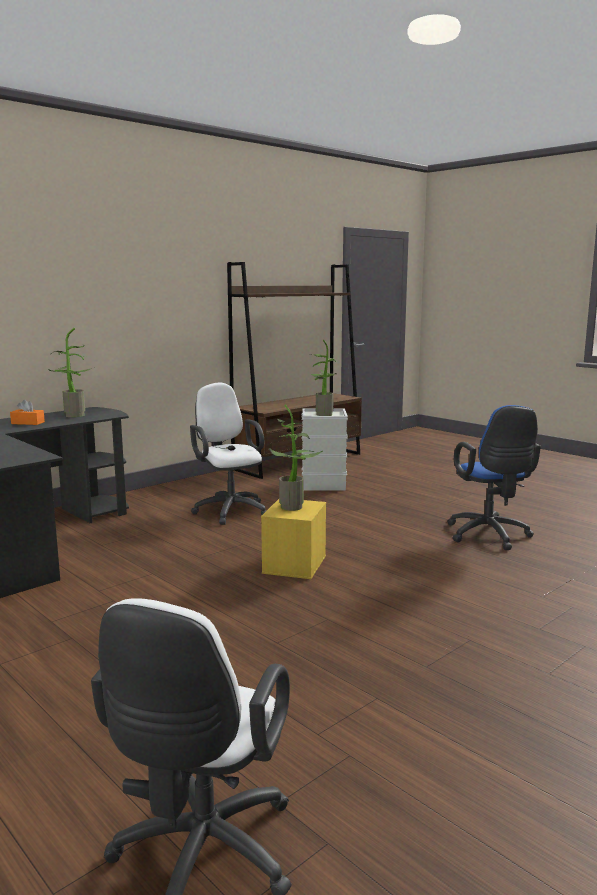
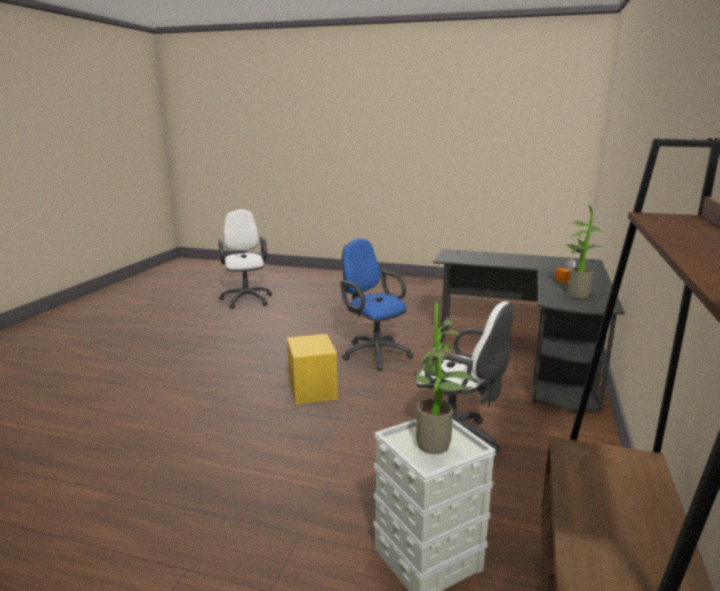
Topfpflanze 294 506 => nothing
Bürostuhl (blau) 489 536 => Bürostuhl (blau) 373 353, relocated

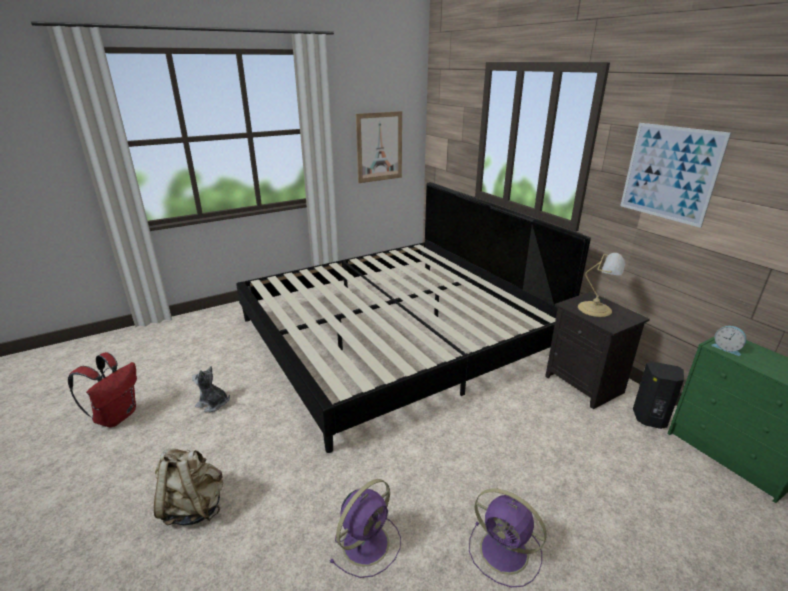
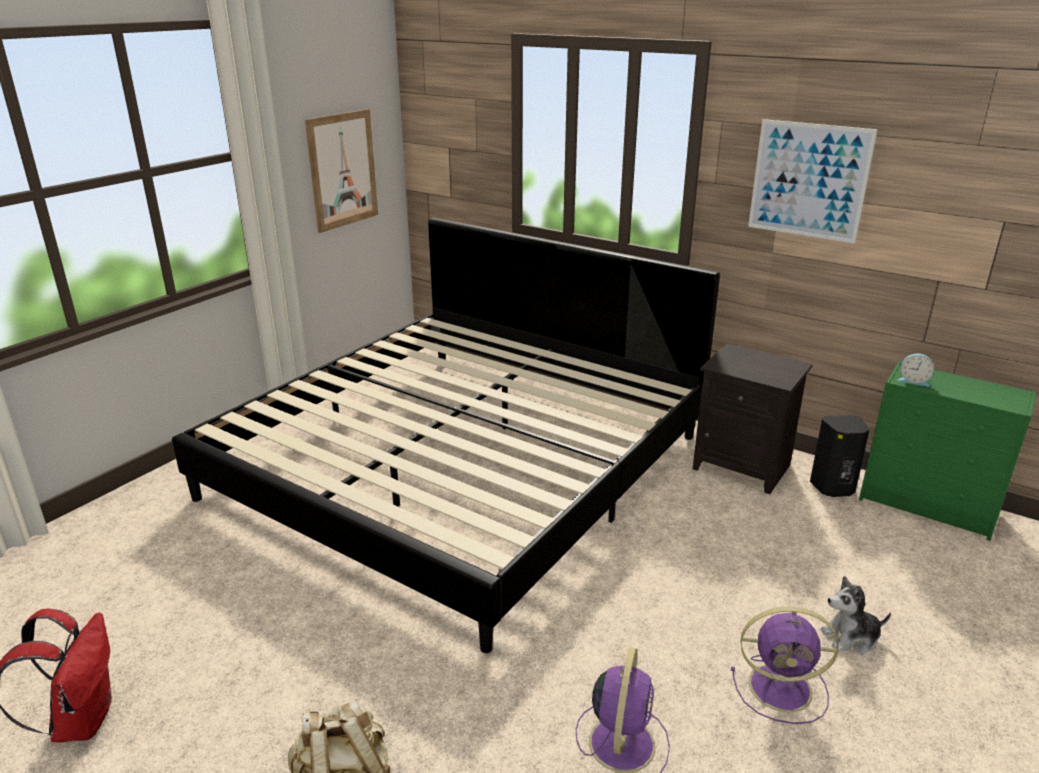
Tischlampe 596 309 => nothing
Plüschtier 213 404 => Plüschtier 851 638, relocated

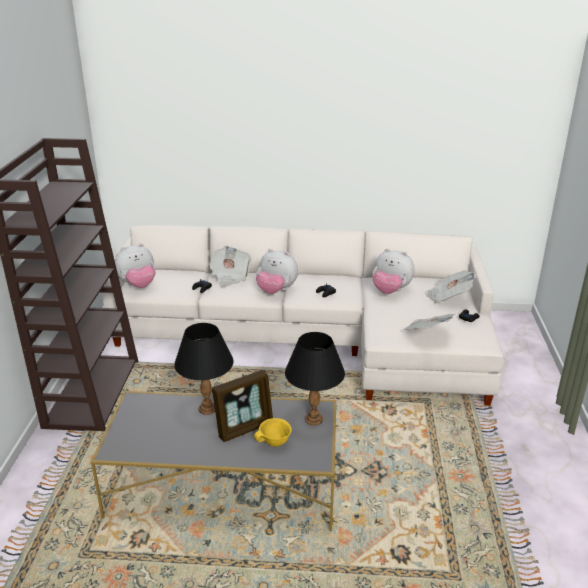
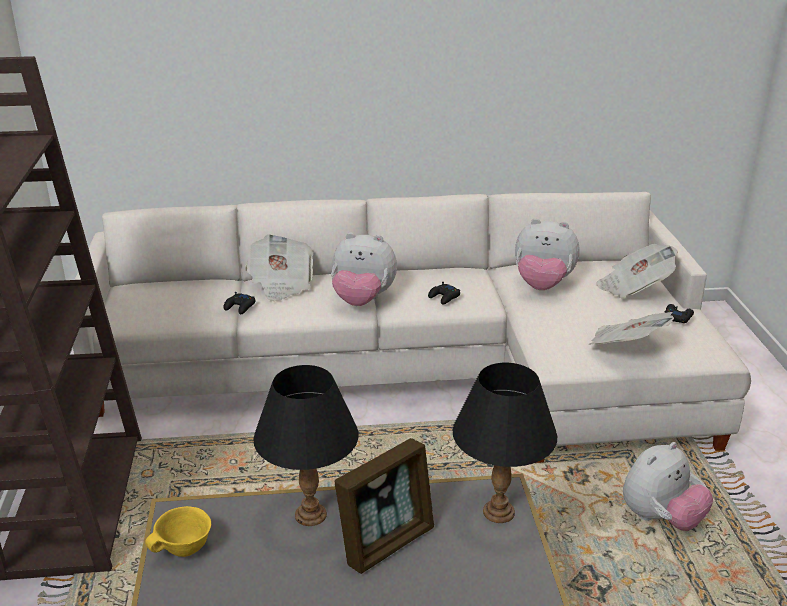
Plüschtier 138 285 => Plüschtier 660 519, relocated
Schüssel (gelb) 274 443 => Schüssel (gelb) 184 550, relocated

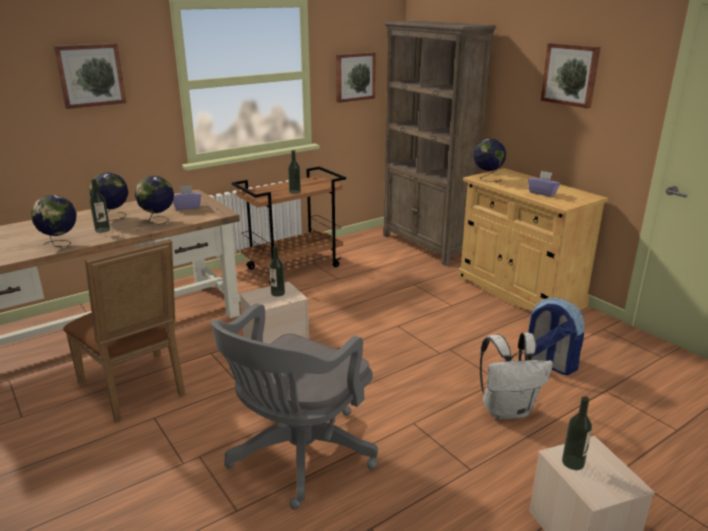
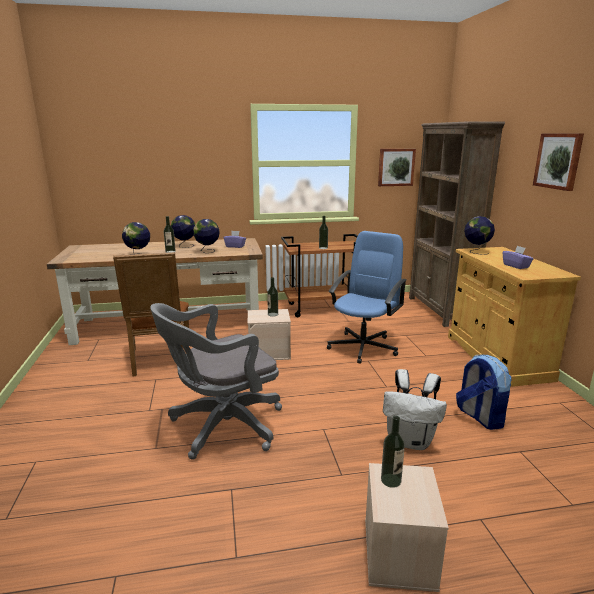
Bild 90 75 => nothing
nothing => Bürostuhl (blau) 363 347

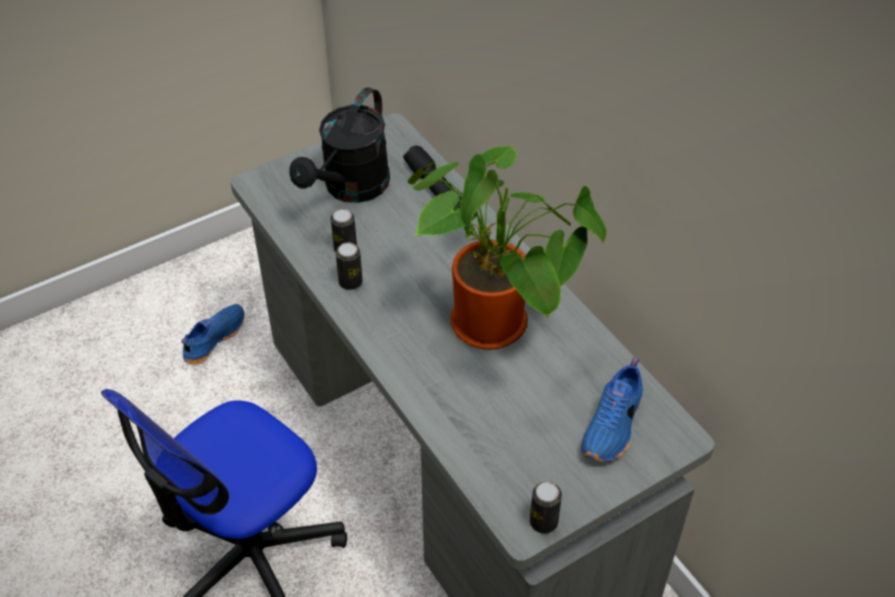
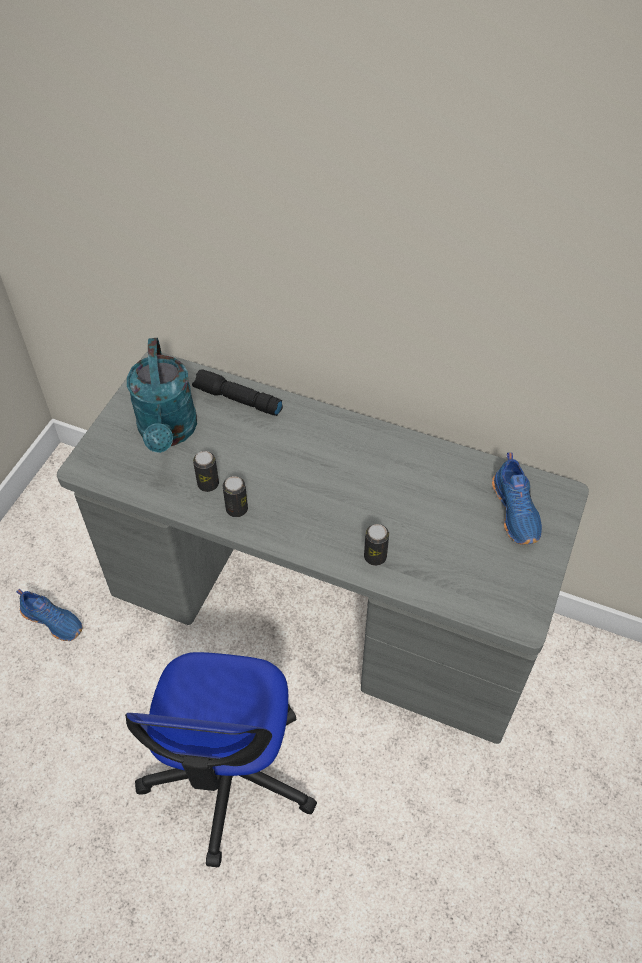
Topfpflanze 497 327 => nothing
Dose 543 522 => Dose 375 556, relocated
Gießkanne (schwarz) 350 189 => Gießkanne (türkis) 168 432
Schuh (blau) 213 338 => Schuh (blau) 54 620, 120 degrees clockwise

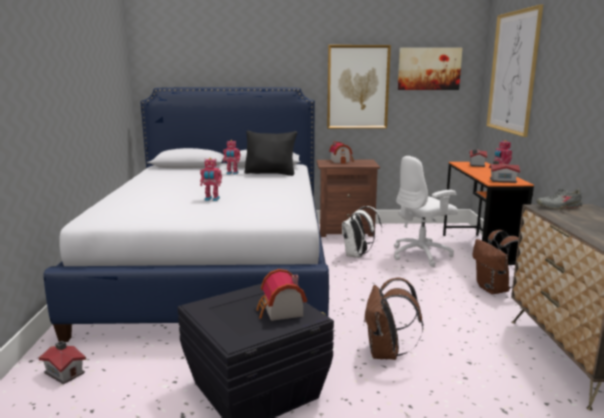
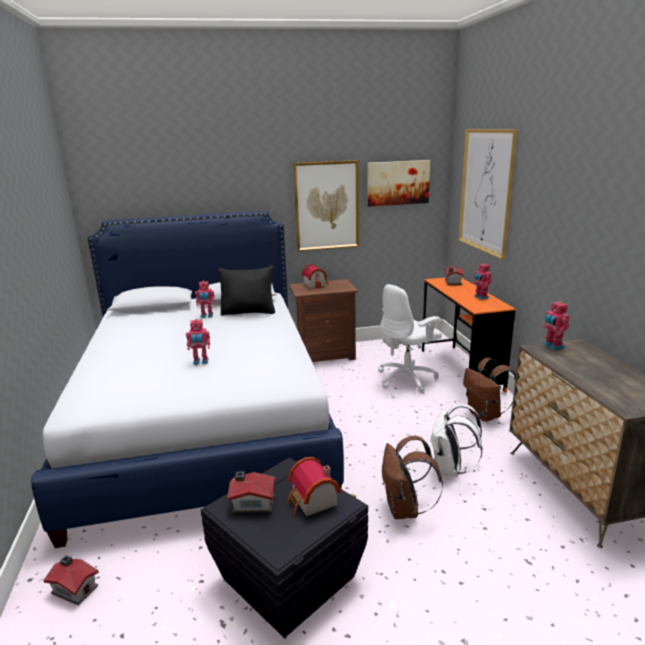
Rucksack (weiß) 357 255 => Rucksack (weiß) 450 469, relocated
Spielzeughaus 502 180 => Spielzeughaus 252 503, relocated
Schuh (grau) 558 207 => Spielzeugroboter 552 346

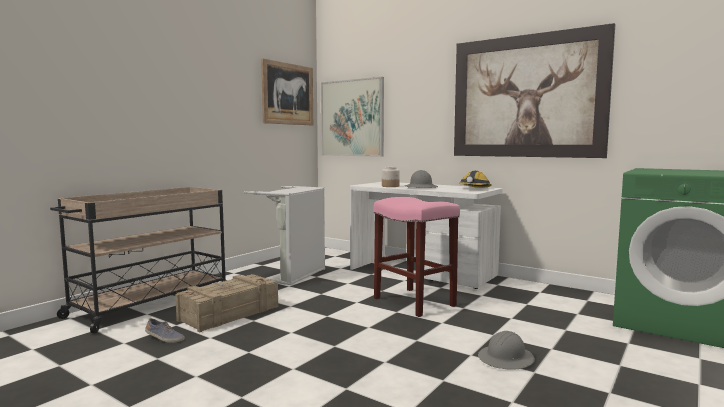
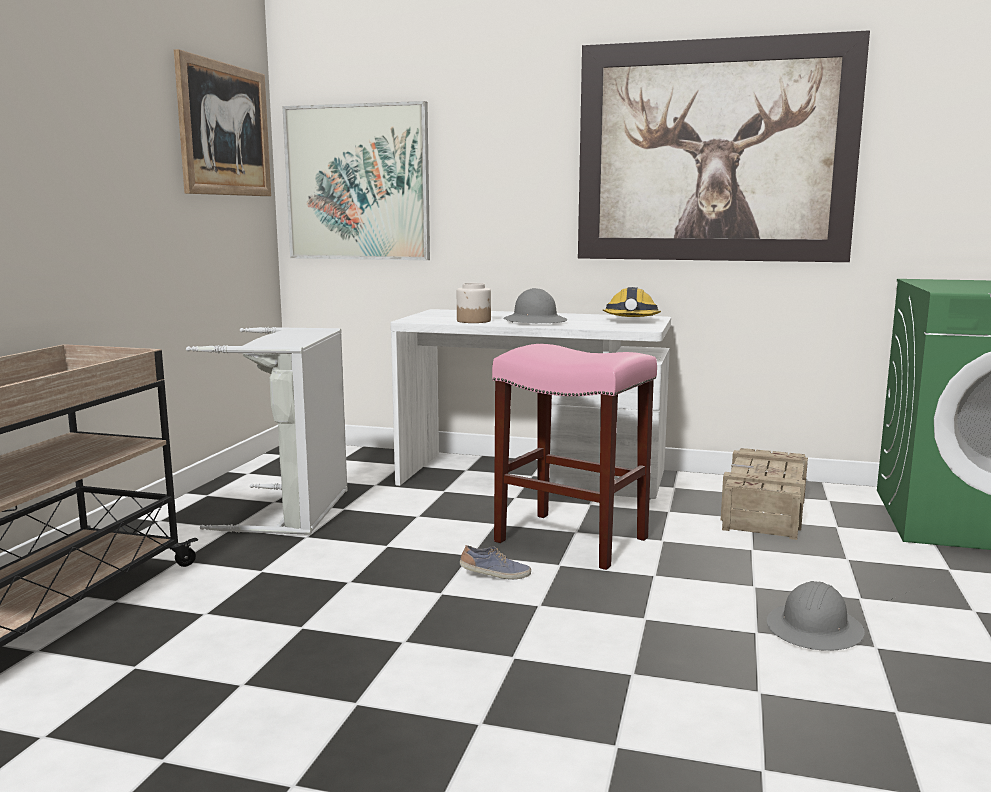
Schuh 164 338 => Schuh 495 575, relocated
Kiste 228 313 => Kiste 763 510, relocated

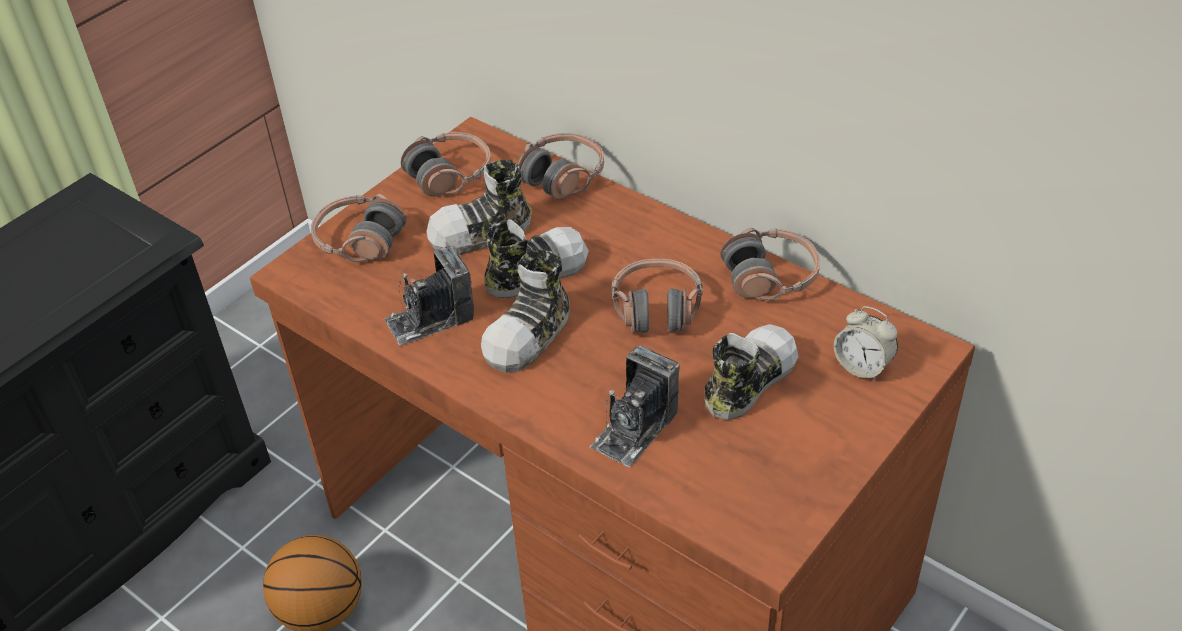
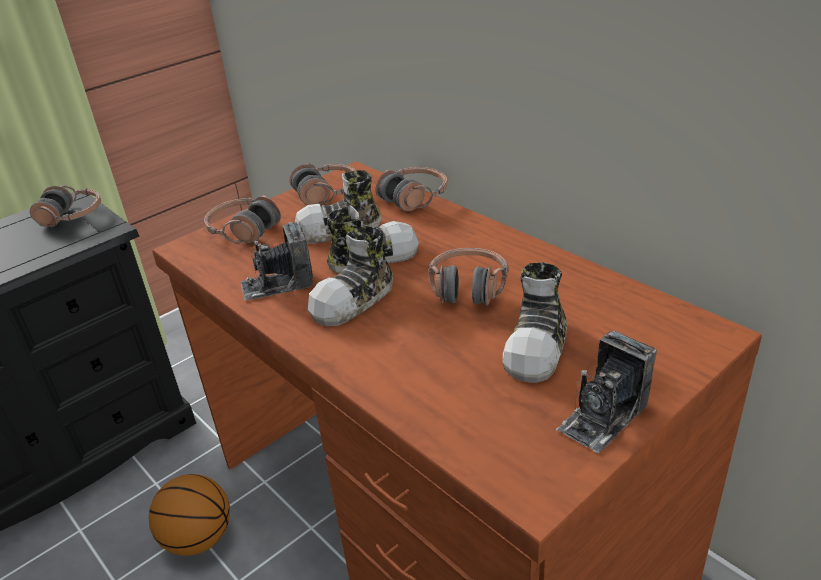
Wecker 862 366 => nothing
Kamera 635 429 => Kamera 603 417, relocated
Kopfhörer 770 277 => Kopfhörer 72 217, relocated
Schuh 747 381 => Schuh 538 347, 150 degrees clockwise

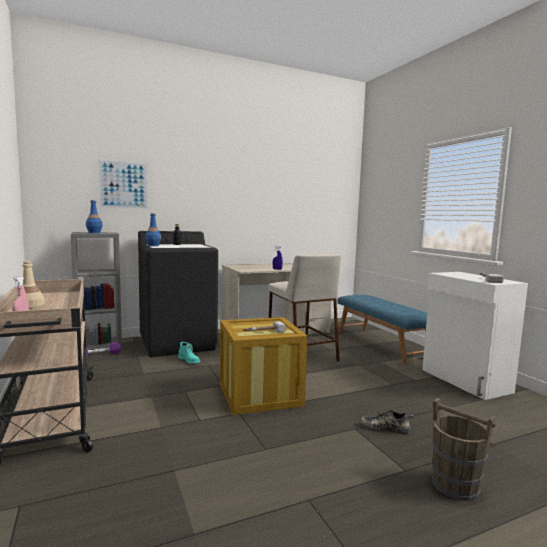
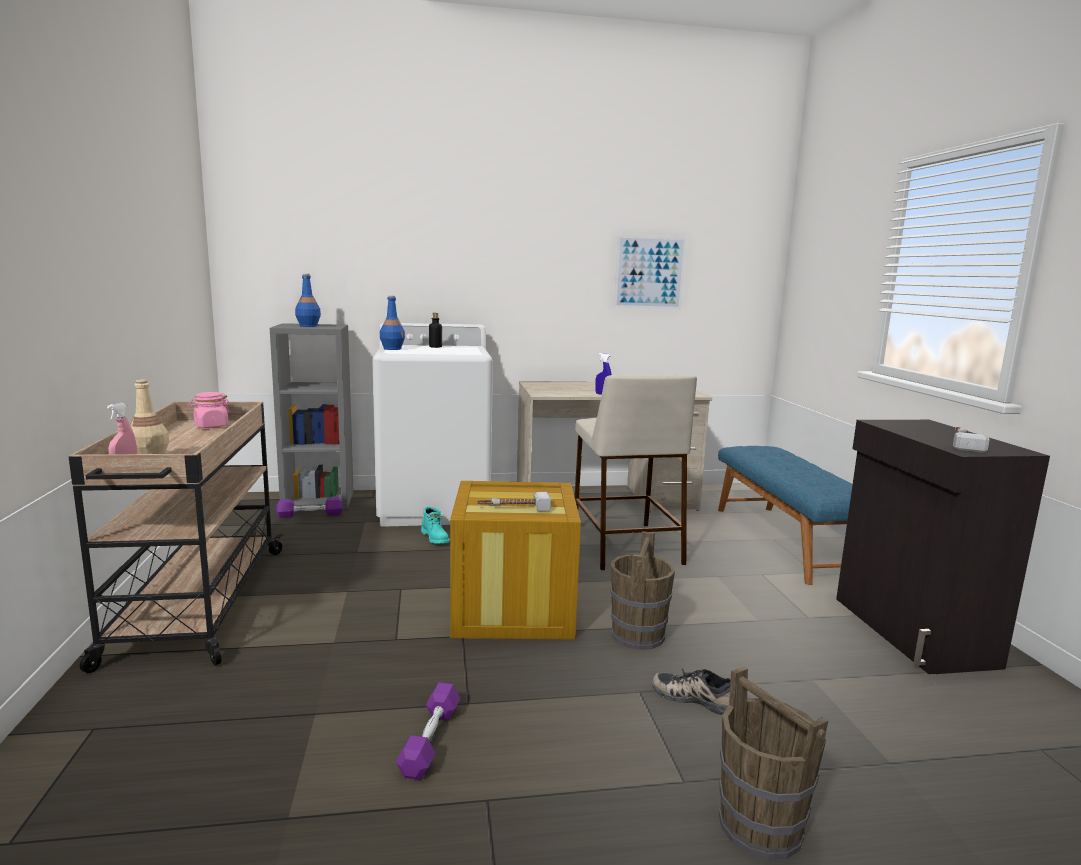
nothing => Vorratsglas (rosa) 211 426
nothing => Hantel (lila) 430 740
nothing => Eimer (braun) 638 635
Bild 123 185 => Bild 649 272, relocated
Waschmaschine (schwarz) 178 343 => Waschmaschine (weiß) 434 506
Schrank (weiß) 465 381 => Schrank (schwarz) 911 631

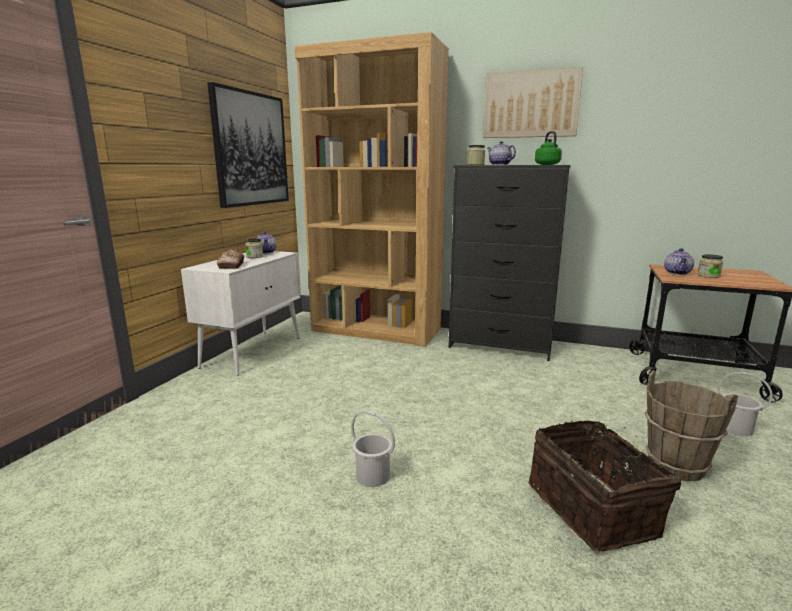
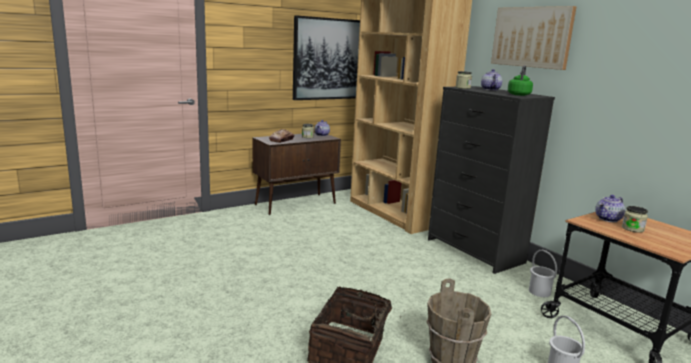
Eimer (weiß) 373 475 => Eimer (weiß) 539 292, relocated
Schrank (weiß) 253 351 => Schrank (braun) 296 204

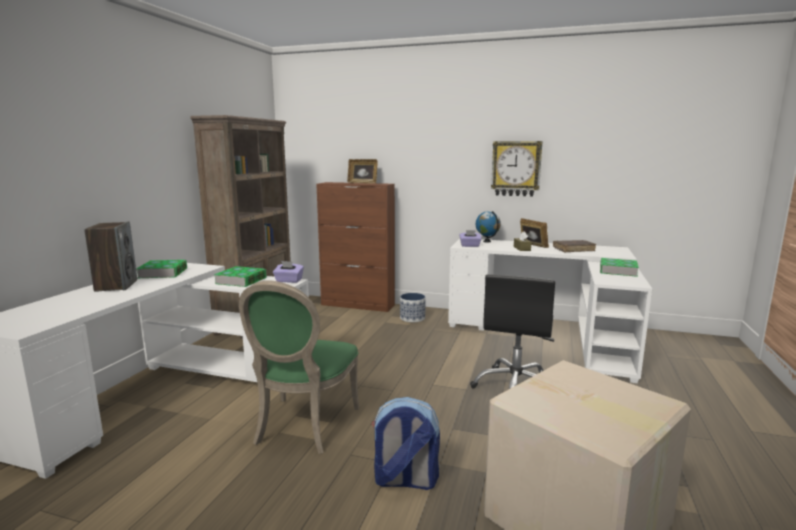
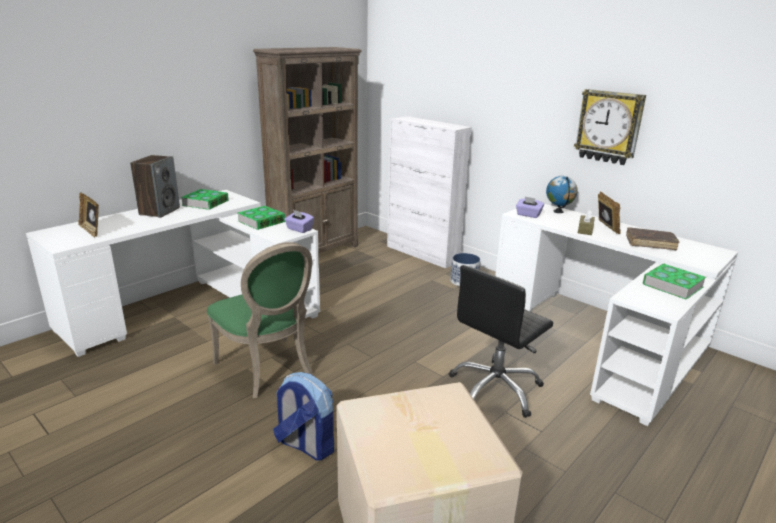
Bilderrahmen 362 183 => Bilderrahmen 92 231, relocated
Schrank (braun) 358 305 => Schrank (weiß) 423 254
Stuhl (grün) 303 427 => Stuhl (grün) 268 369, 75 degrees counterclockwise

